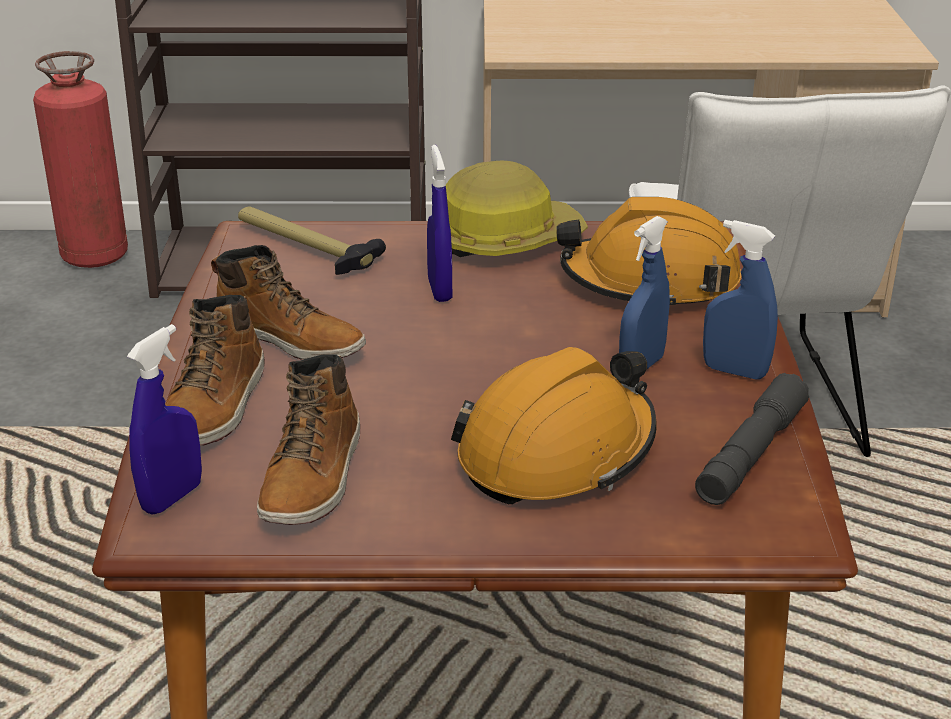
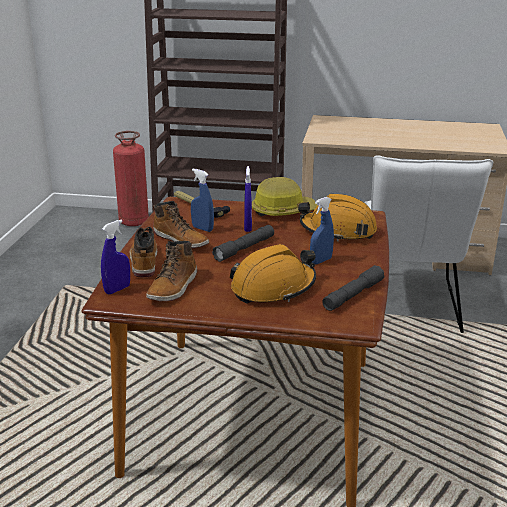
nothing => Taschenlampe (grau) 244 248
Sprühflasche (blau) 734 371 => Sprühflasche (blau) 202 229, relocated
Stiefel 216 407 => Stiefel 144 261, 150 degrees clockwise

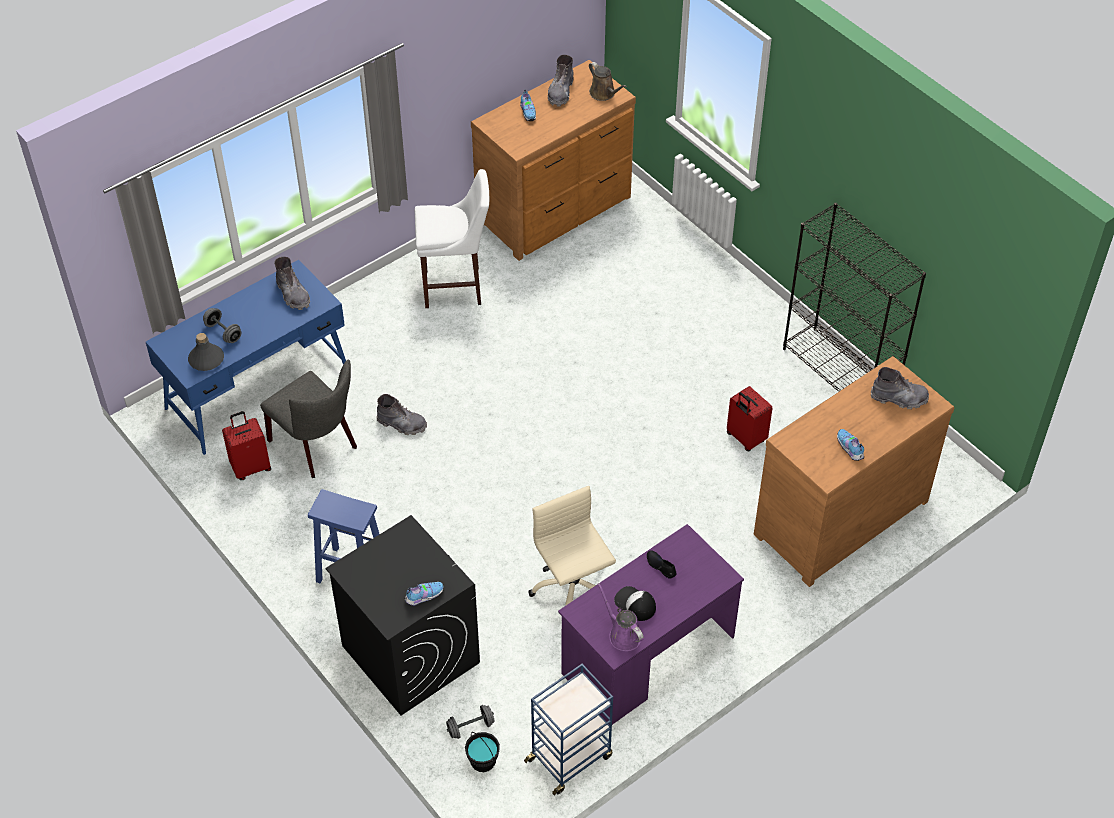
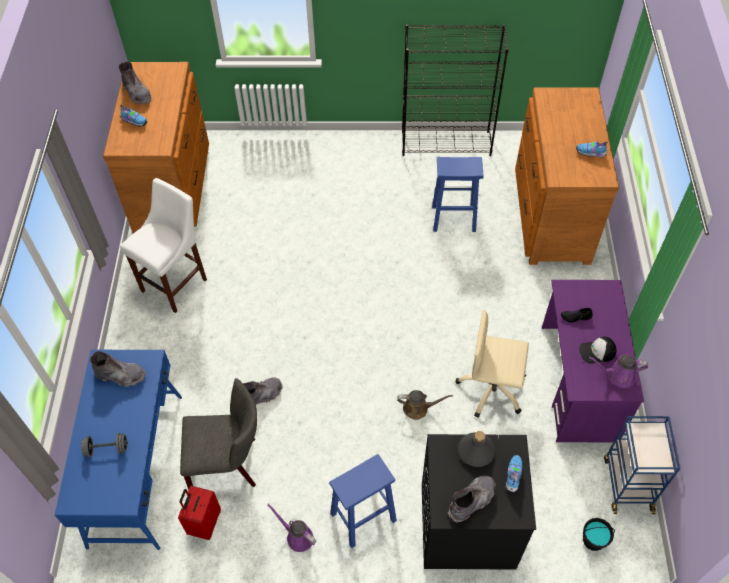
Hantel (grau) 470 727 => nothing
nothing => Gießkanne (lila) 297 536
Flasche (grau) 206 360 => Flasche (grau) 476 451, relocated
Gießkanne (braun) 604 93 => Gießkanne (braun) 418 408, relocated
Stiefel (grau) 899 398 => Stiefel (grau) 472 500, relocated
Koffer (rot) 745 438 => Hocker (blau) 452 219

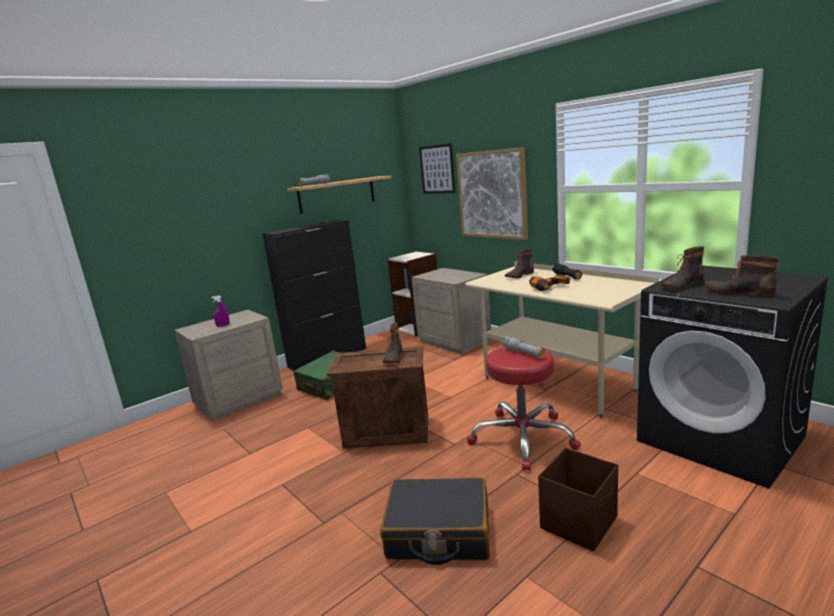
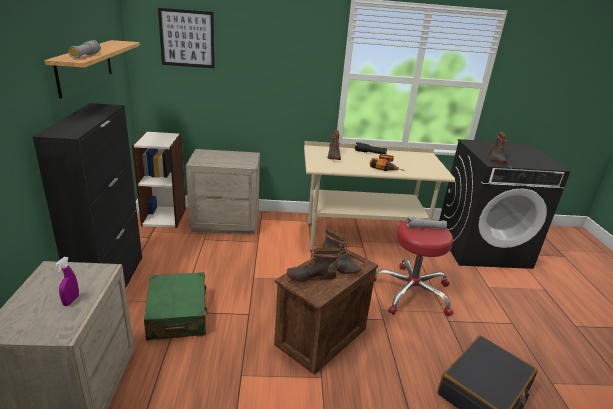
Bild 492 194 => nothing
Aufbewahrungsbox (braun) 579 522 => nothing
Stiefel 739 293 => Stiefel 311 275, relocated

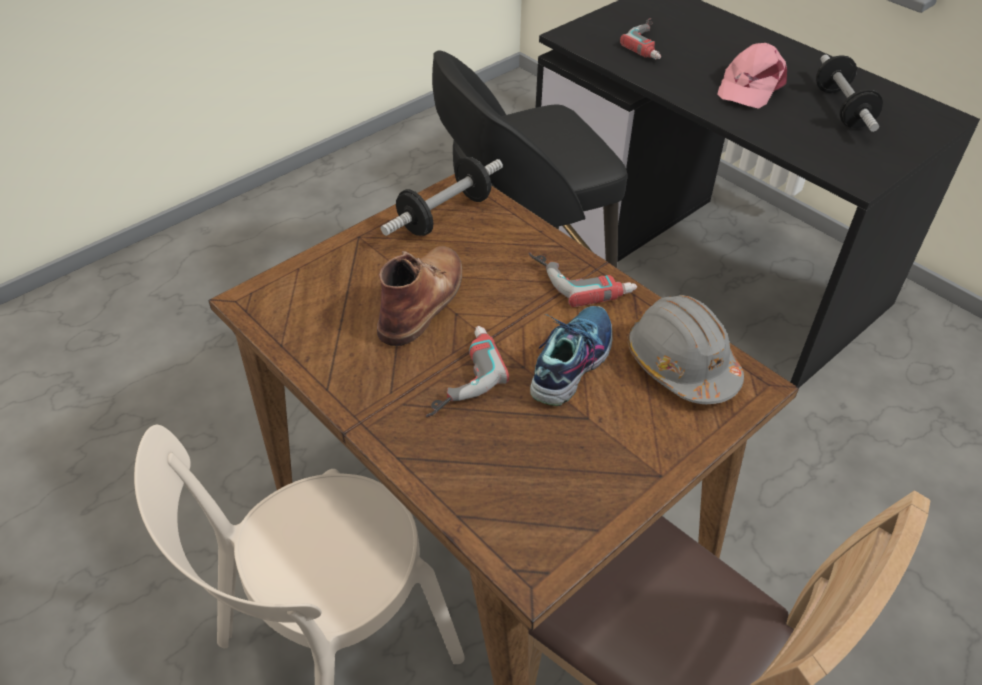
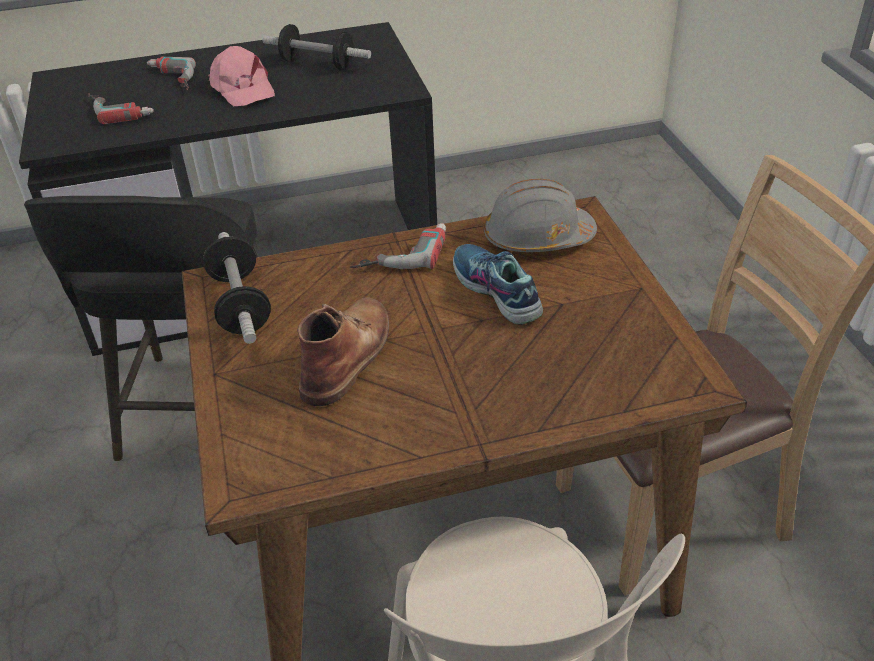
Bohrmaschine 457 375 => Bohrmaschine 169 80, relocated
Stiefel (braun) 423 299 => Stiefel (braun) 348 354, 60 degrees clockwise

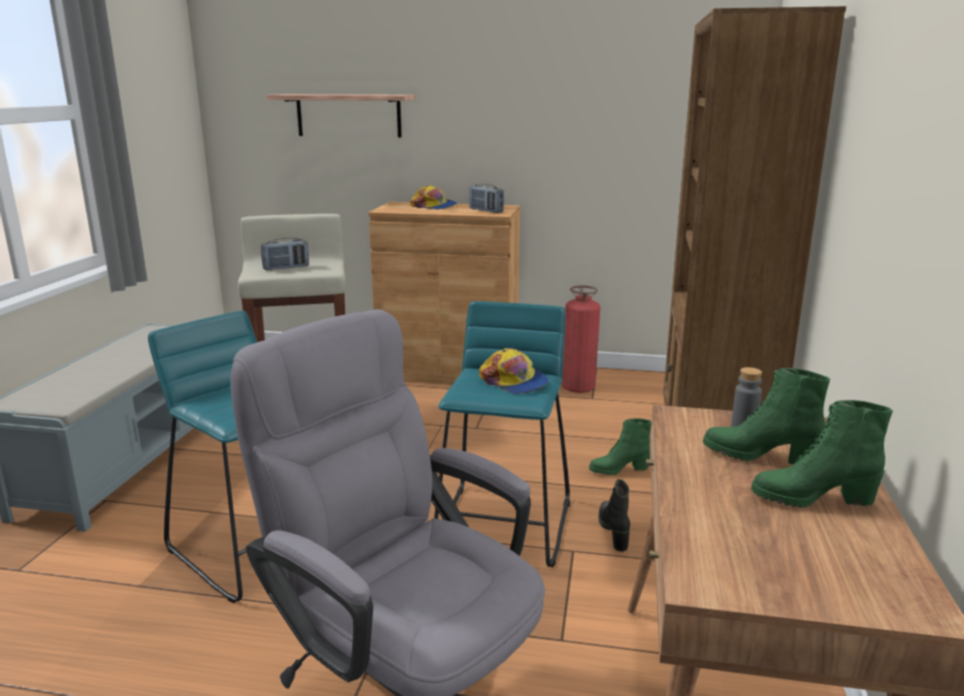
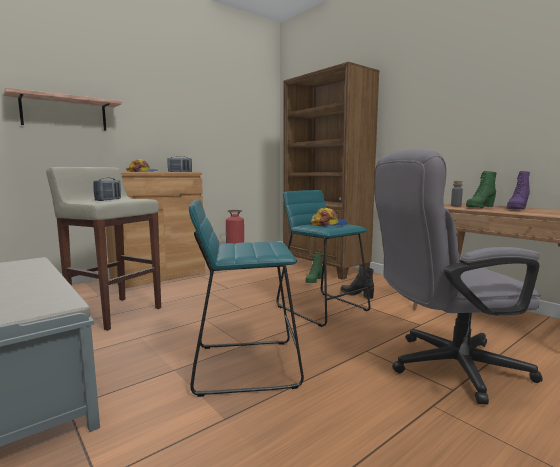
Stiefel (grün) 811 498 => Stiefel (lila) 517 208

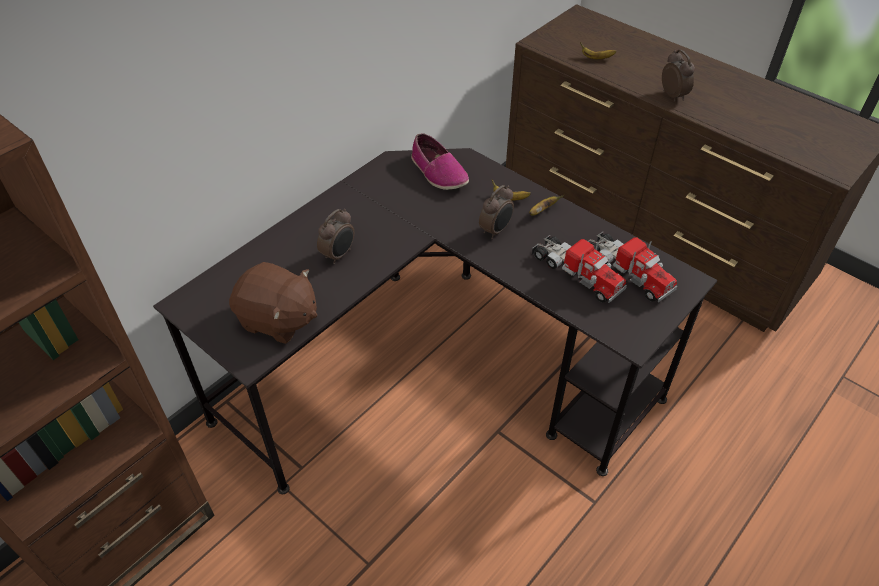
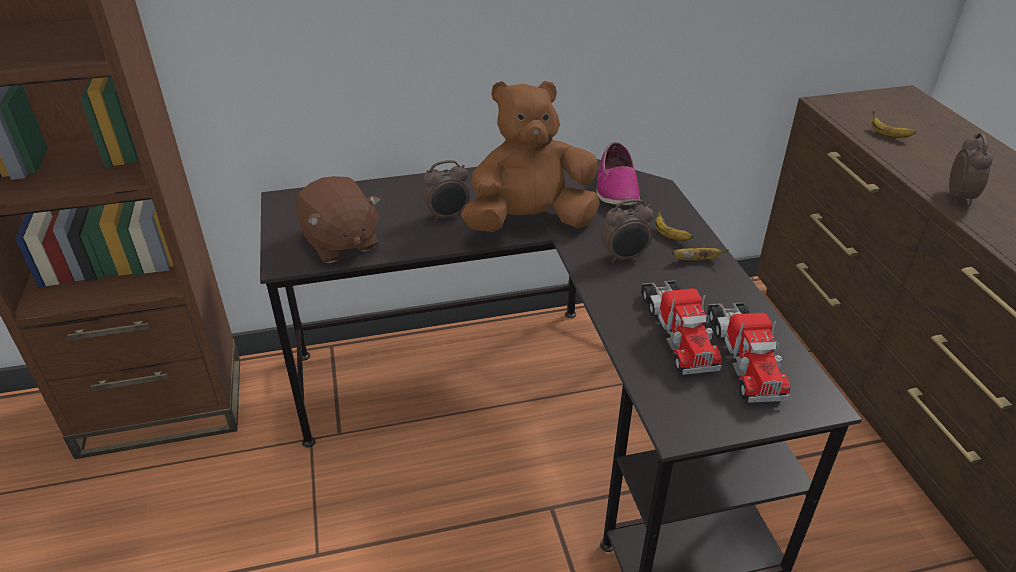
nothing => Plüschtier (braun) 530 222

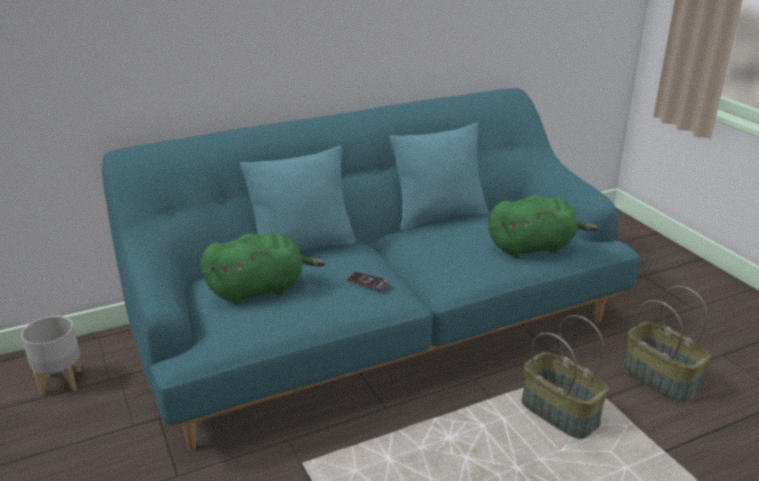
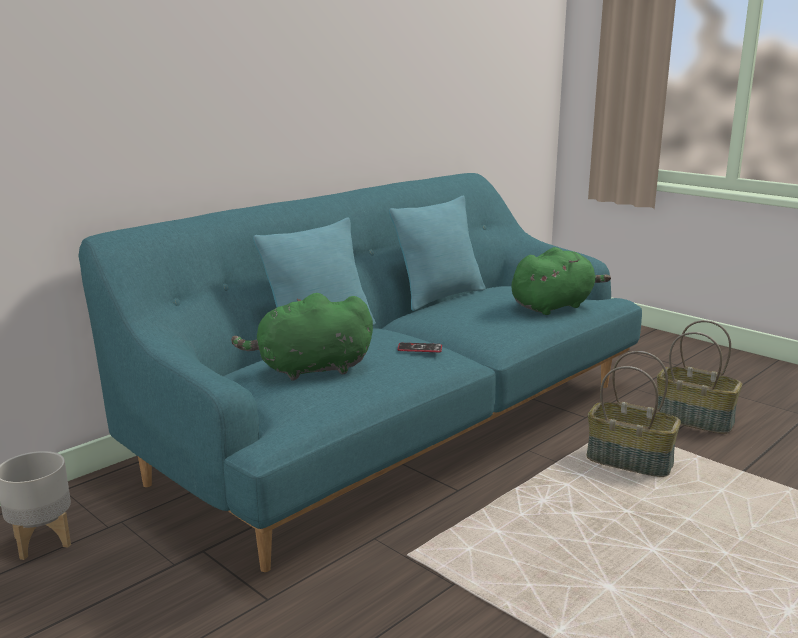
Plüschtier (grün) 260 289 => Plüschtier (grün) 309 370, 150 degrees counterclockwise

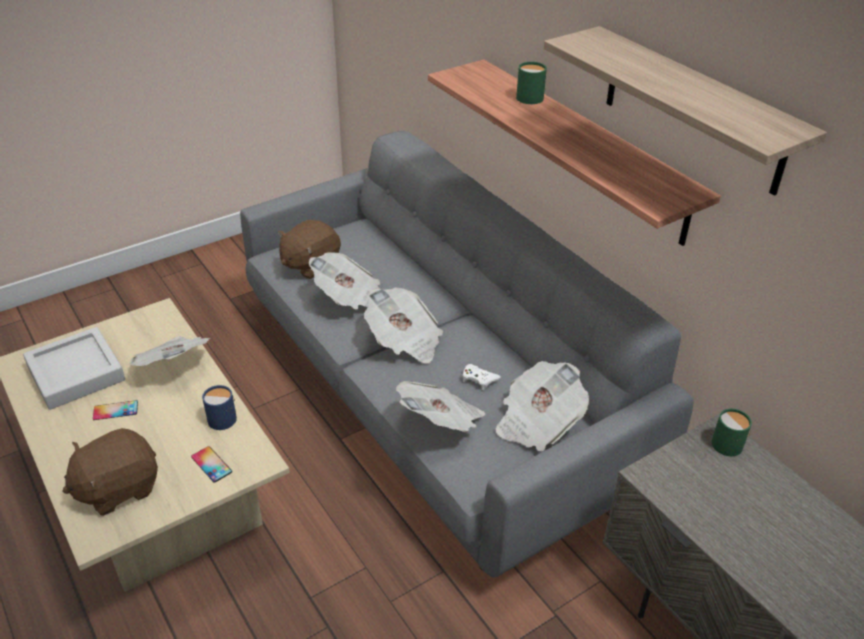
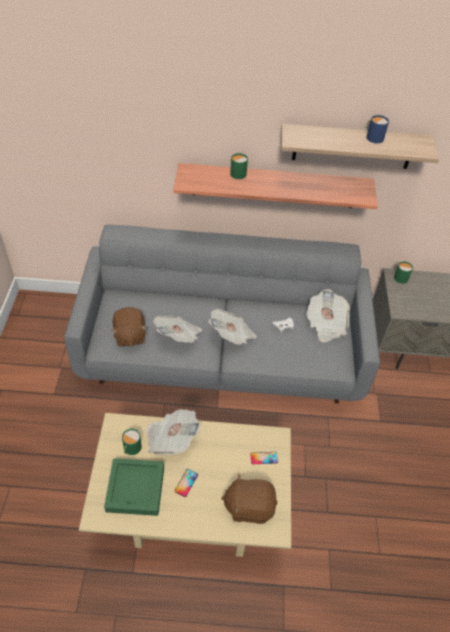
Zeitung 441 422 => nothing
nothing => Henkelbecher (grün) 131 448
Henkelbecher (blau) 223 417 => Henkelbecher (blau) 373 137, relocated
Tablett (grau) 76 373 => Tablett (grün) 135 489
Plüschtier (braun) 118 488 => Plüschtier (braun) 249 506, 90 degrees clockwise

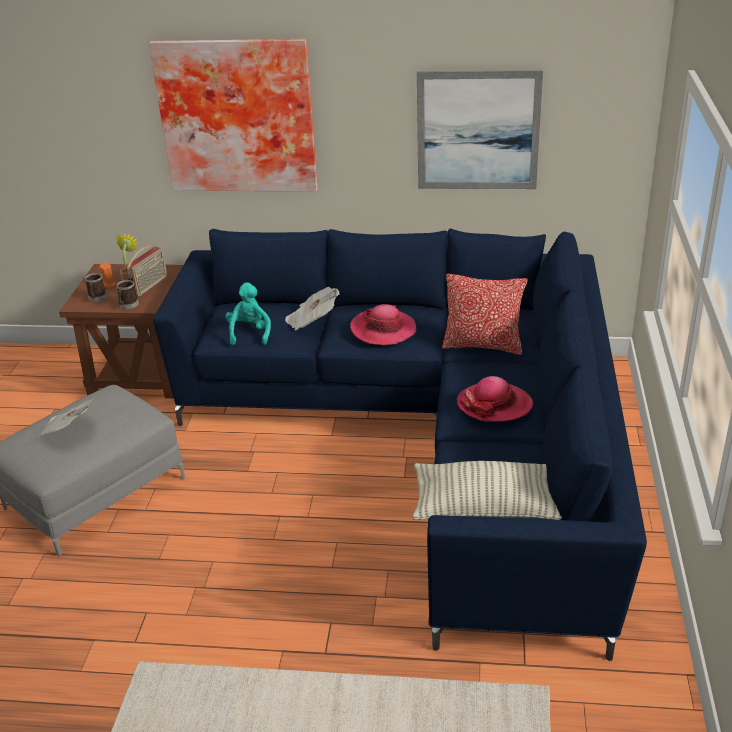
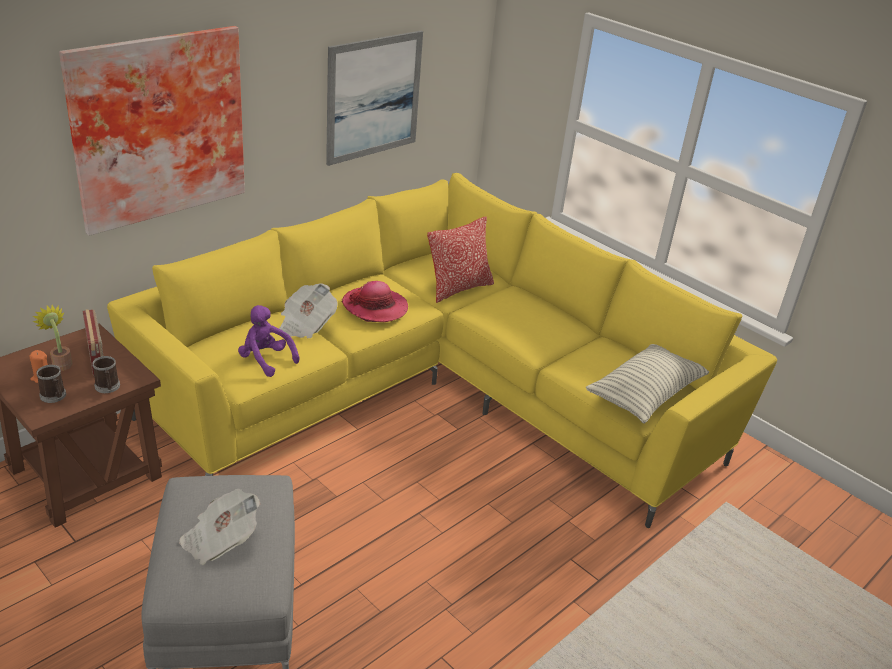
Hut 494 405 => nothing
Sofa (blau) 431 441 => Sofa (gelb) 436 393
Plüschtier (türkis) 250 333 => Plüschtier (lila) 265 360

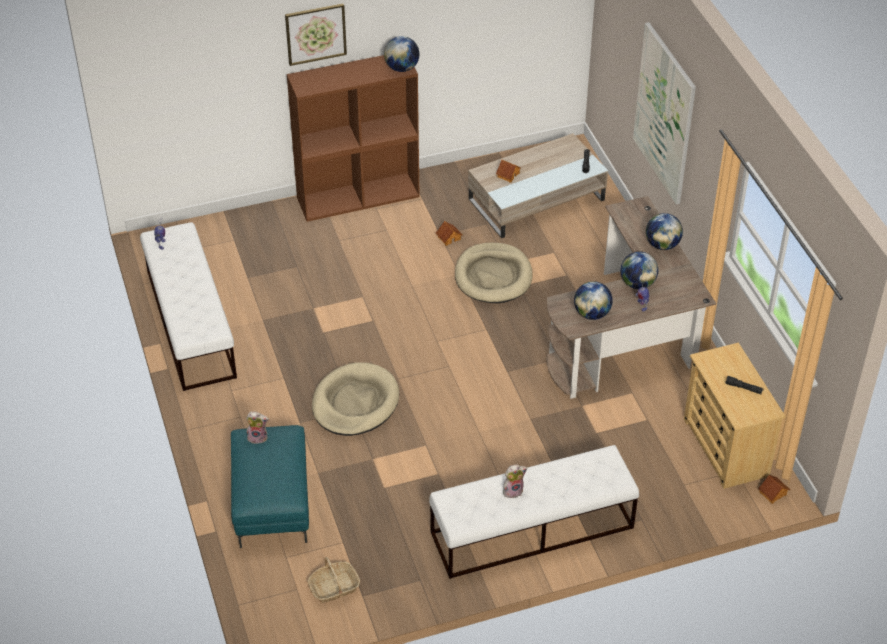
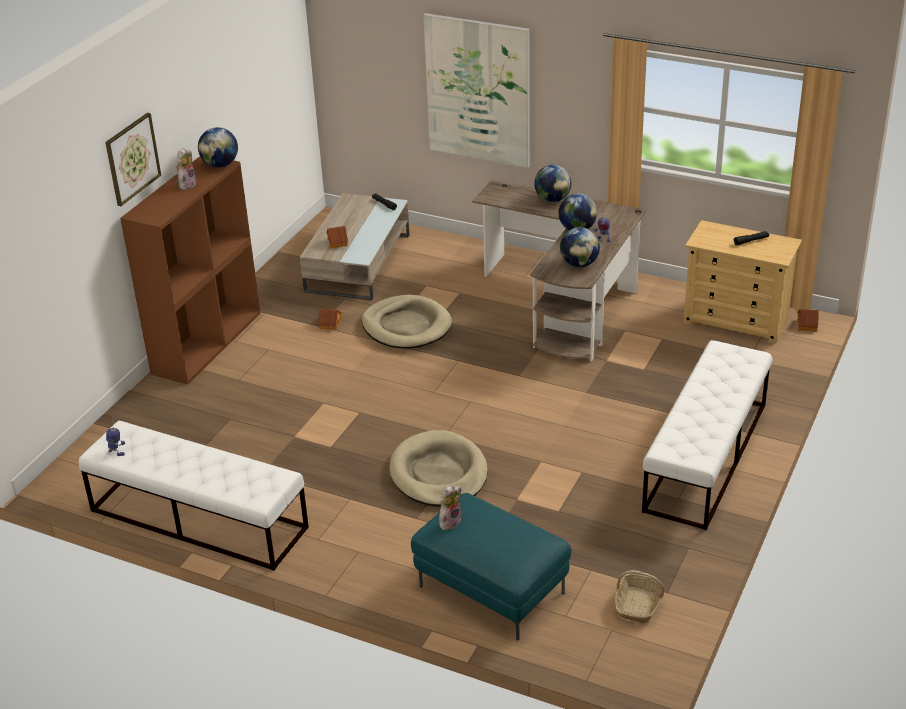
Plüschtier 513 490 => Plüschtier 187 184, relocated

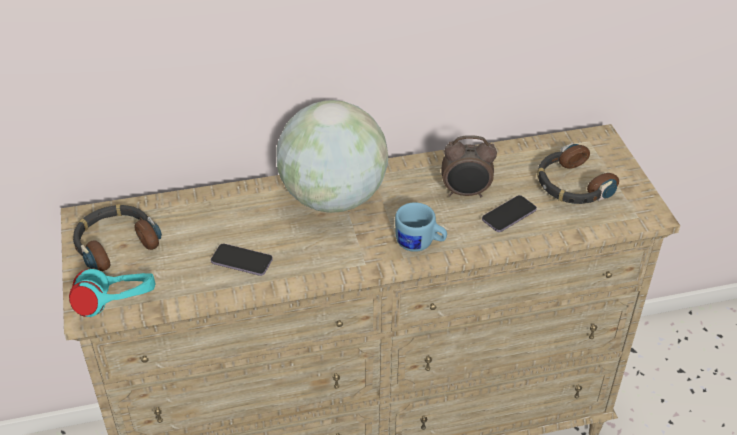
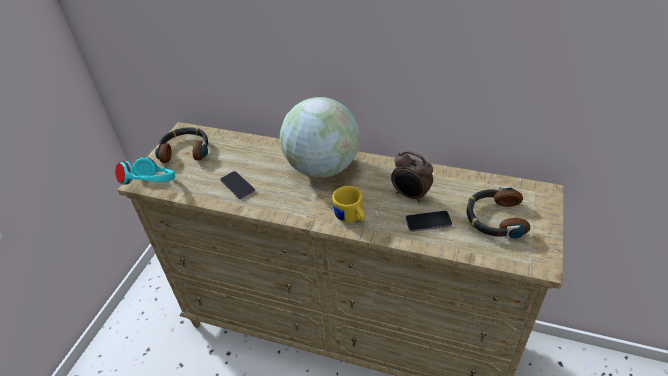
Henkelbecher (blau) 420 244 => Henkelbecher (gelb) 350 218

